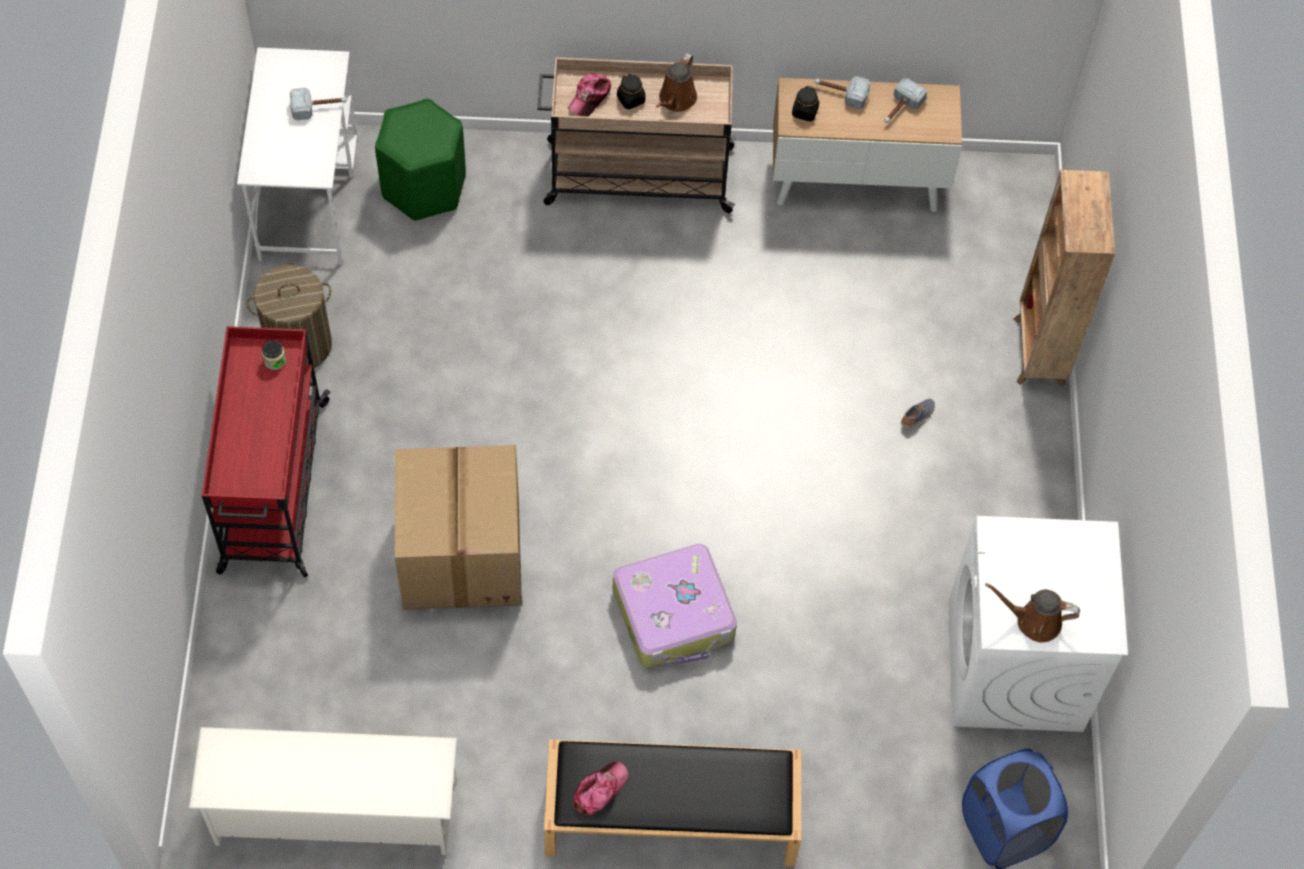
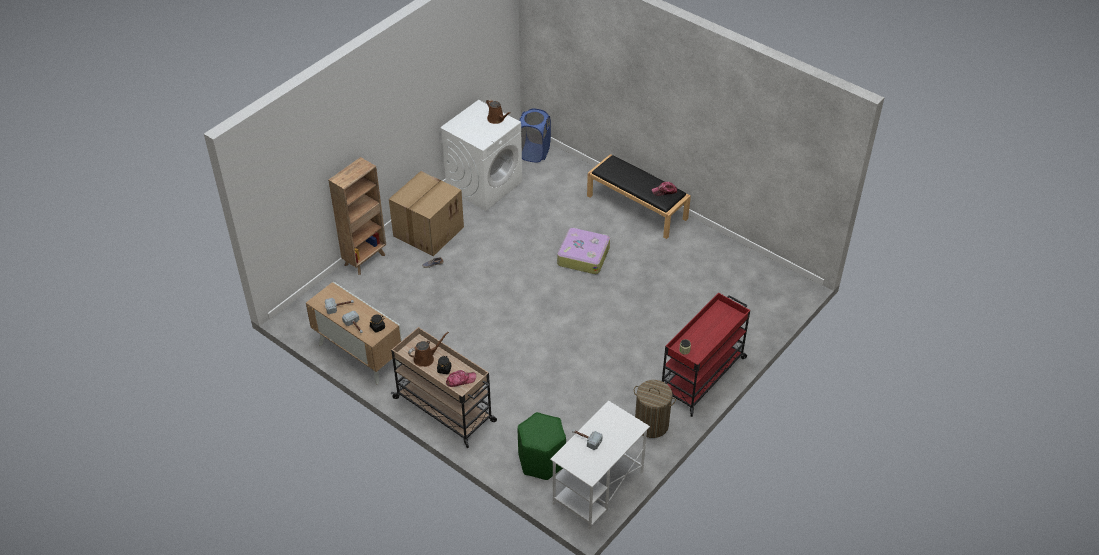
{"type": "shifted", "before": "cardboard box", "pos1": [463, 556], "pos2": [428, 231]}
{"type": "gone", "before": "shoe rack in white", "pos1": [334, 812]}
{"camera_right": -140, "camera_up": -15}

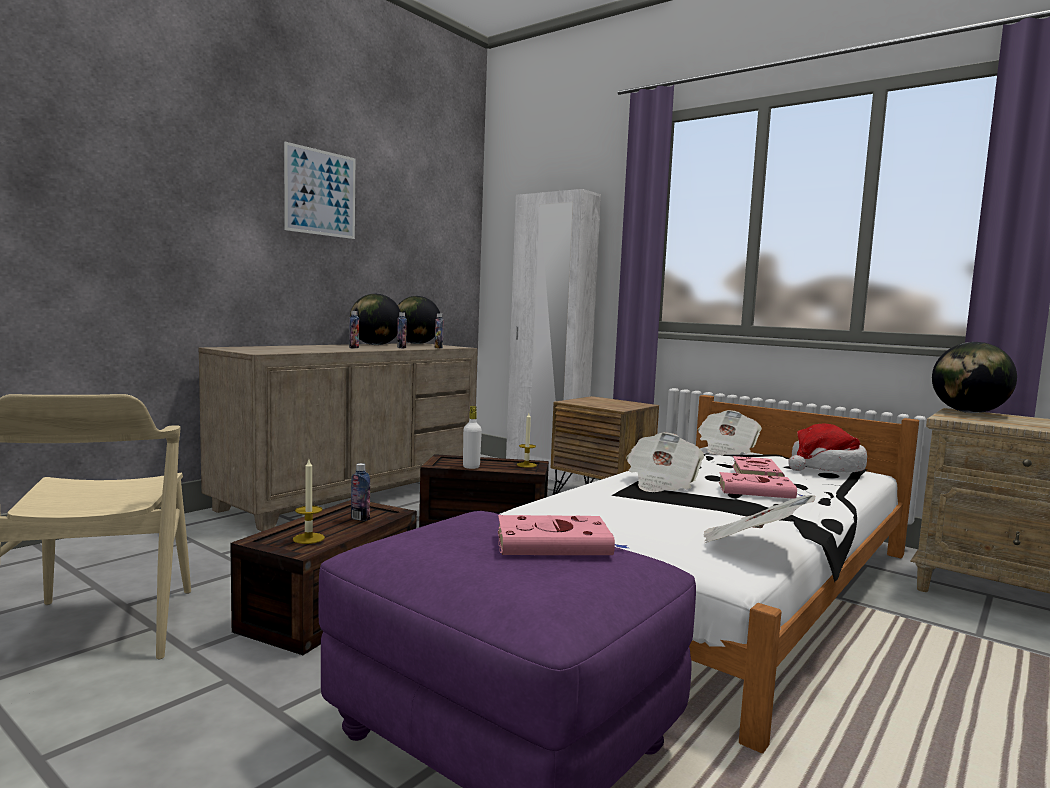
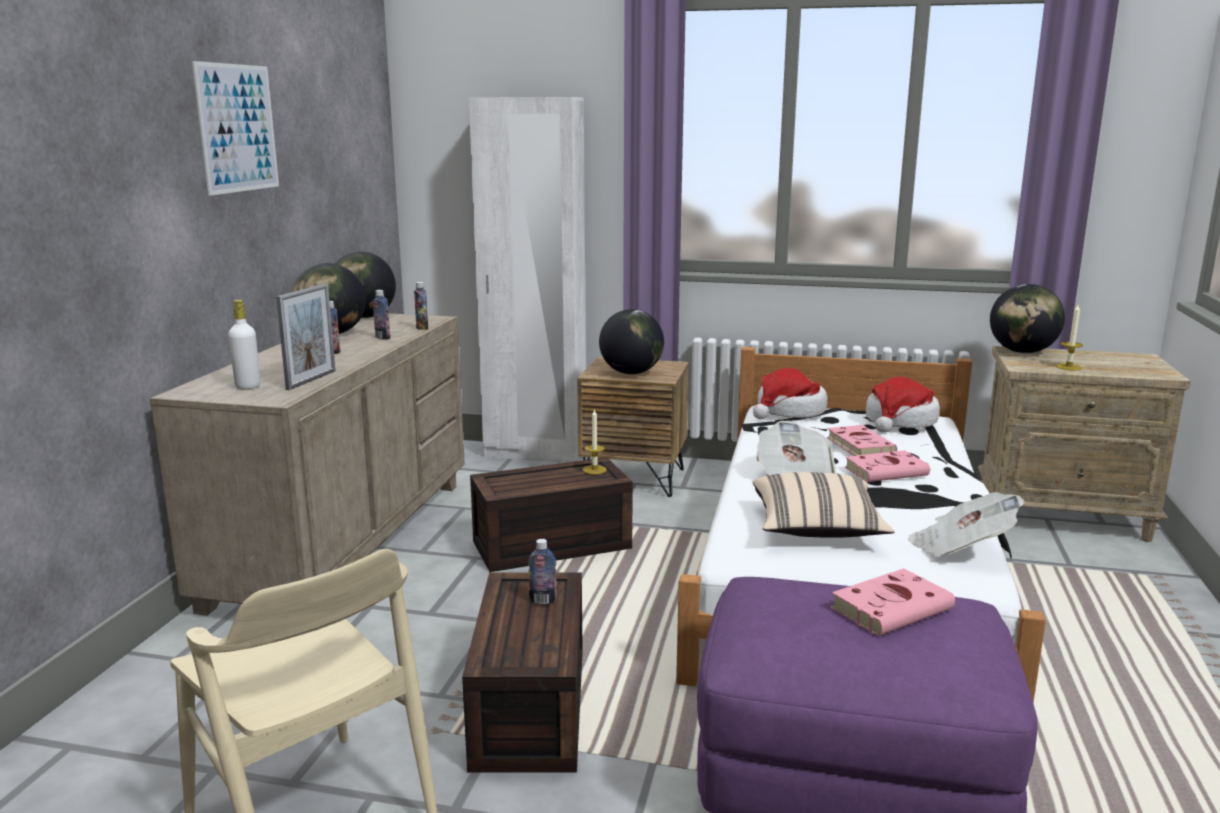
{"type": "shifted", "before": "bottle in white", "pos1": [471, 467], "pos2": [248, 386]}
{"type": "new", "after": "picture frame", "pos2": [311, 380]}
{"type": "new", "after": "globe", "pos2": [631, 373]}
{"type": "new", "after": "pillow in beige", "pos2": [816, 529]}
{"type": "swapped", "before": "newspaper", "after": "hat", "pos1": [726, 450], "pos2": [789, 411]}
{"type": "shifted", "before": "candle", "pos1": [308, 538], "pos2": [1068, 367]}
{"camera_right": -25, "camera_up": 10}

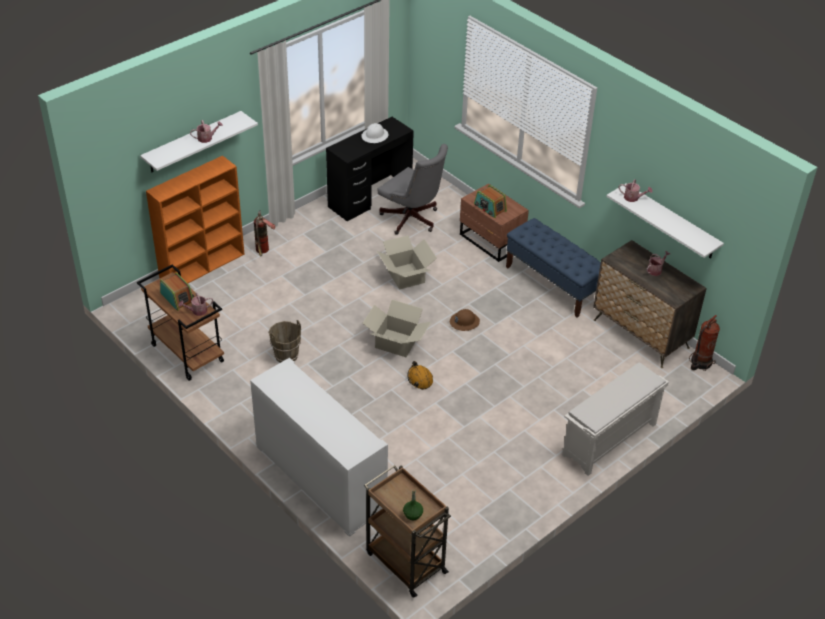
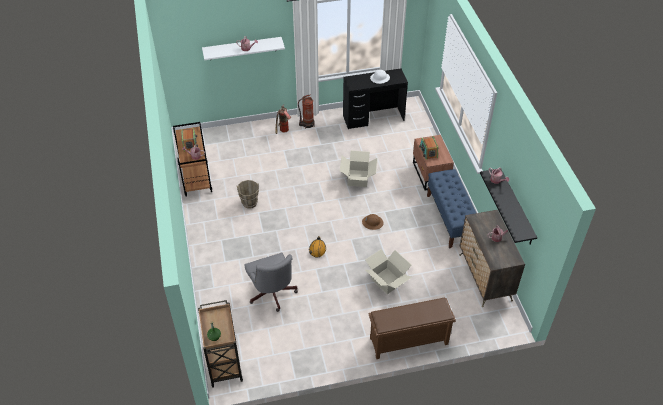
{"type": "shifted", "before": "office chair in grey", "pos1": [412, 220], "pos2": [272, 295]}
{"type": "shifted", "before": "fire extinguisher", "pos1": [700, 363], "pos2": [307, 124]}
{"type": "shifted", "before": "cardboard box", "pos1": [396, 343], "pos2": [386, 281]}
{"type": "repainted", "before": "shoe rack in white", "after": "shoe rack in brown", "pos1": [609, 440], "pos2": [408, 341]}
{"type": "repainted", "before": "shelf in white", "after": "shelf in black", "pos1": [671, 222], "pos2": [516, 207]}
{"type": "gone", "before": "bookcase in orange", "pos1": [203, 266]}
{"type": "gone", "before": "cabinet in white", "pos1": [320, 478]}
{"camera_right": 30, "camera_up": 5}

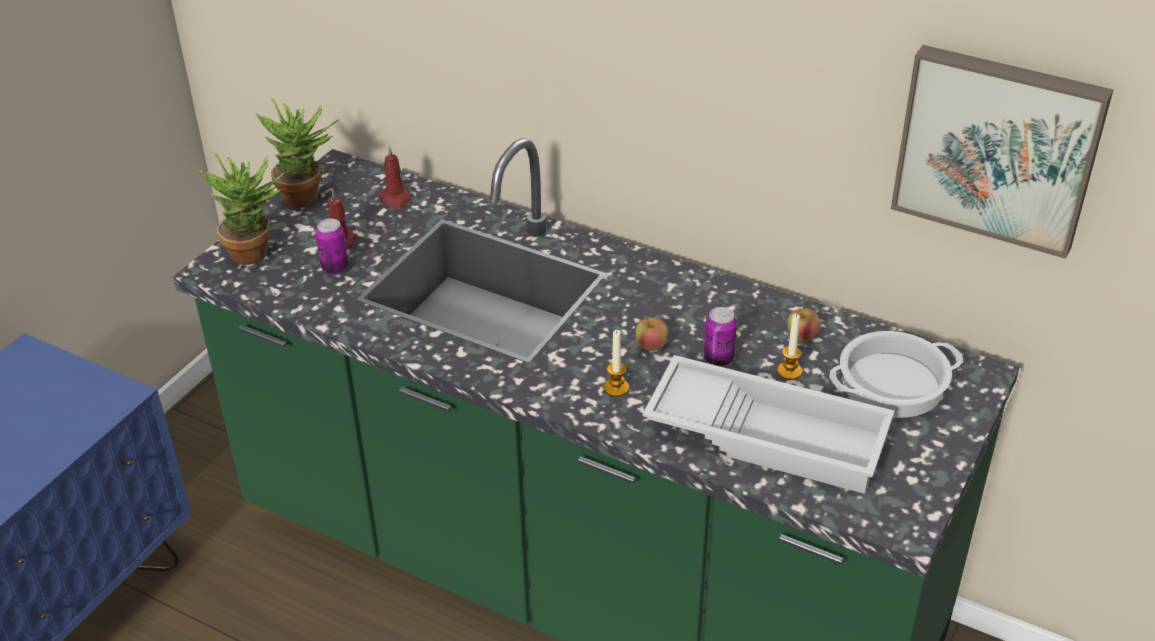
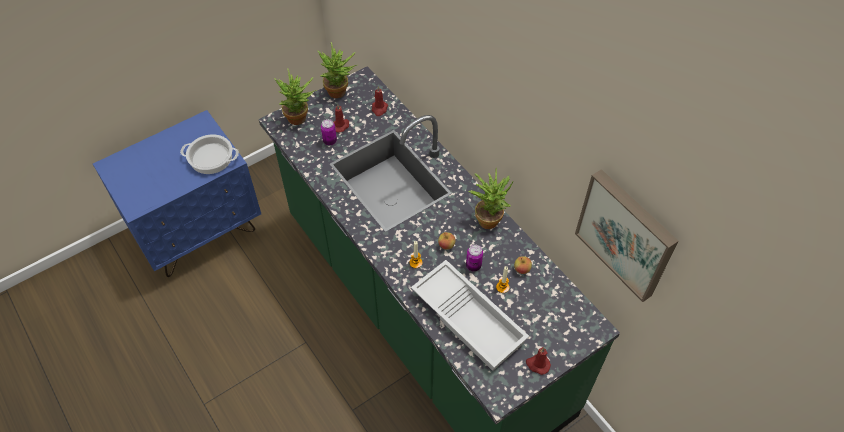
{"type": "shifted", "before": "cooking pot", "pos1": [892, 385], "pos2": [210, 158]}
{"type": "new", "after": "potted plant", "pos2": [489, 217]}
{"type": "new", "after": "candle in red", "pos2": [537, 364]}
{"camera_right": 25, "camera_up": 15}

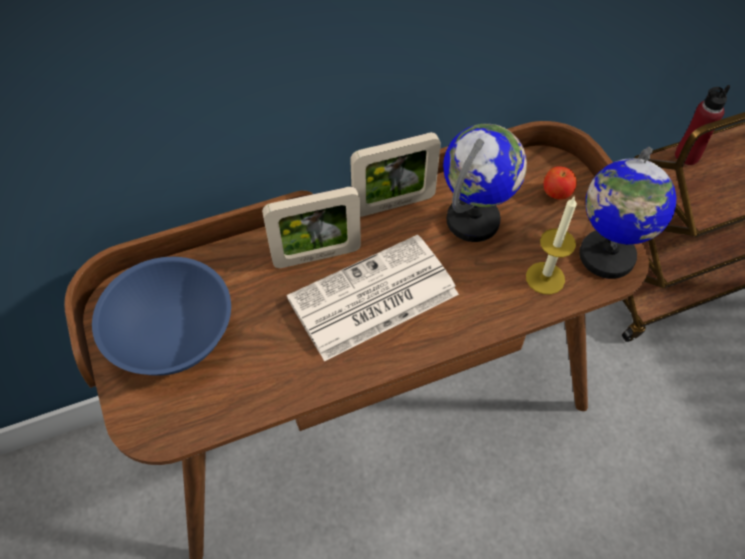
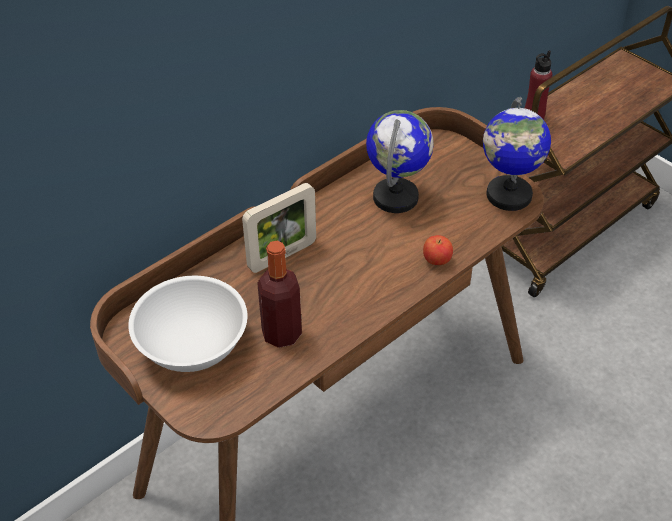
{"type": "repainted", "before": "bowl in blue", "after": "bowl in white", "pos1": [173, 336], "pos2": [192, 345]}
{"type": "new", "after": "bottle", "pos2": [282, 334]}
{"type": "shifted", "before": "apple", "pos1": [556, 194], "pos2": [437, 261]}
{"type": "gone", "before": "newspaper", "pos1": [371, 299]}
{"type": "gone", "before": "picture frame", "pos1": [393, 204]}
{"type": "gone", "before": "candle", "pos1": [545, 278]}
{"camera_right": -20, "camera_up": -10}

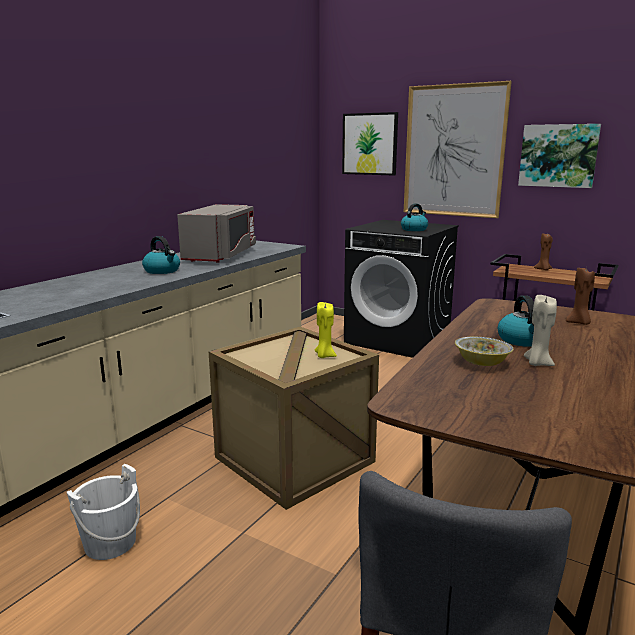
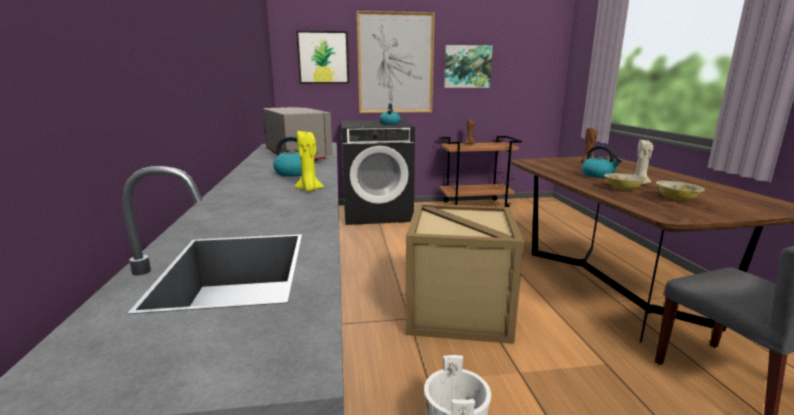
{"type": "shifted", "before": "candle in yellow", "pos1": [324, 356], "pos2": [309, 189]}
{"type": "new", "after": "bowl", "pos2": [676, 199]}
{"camera_right": -40, "camera_up": 0}

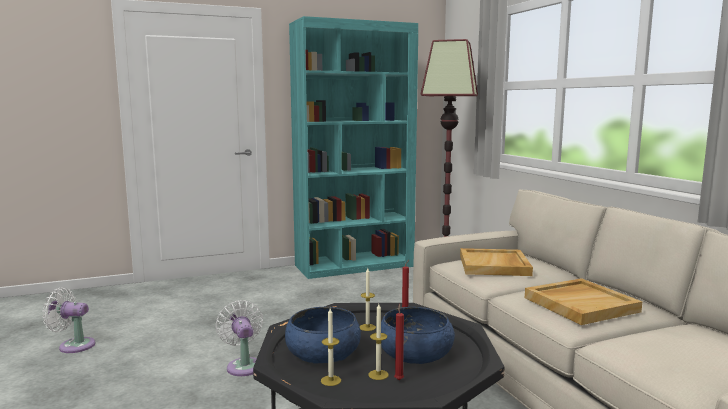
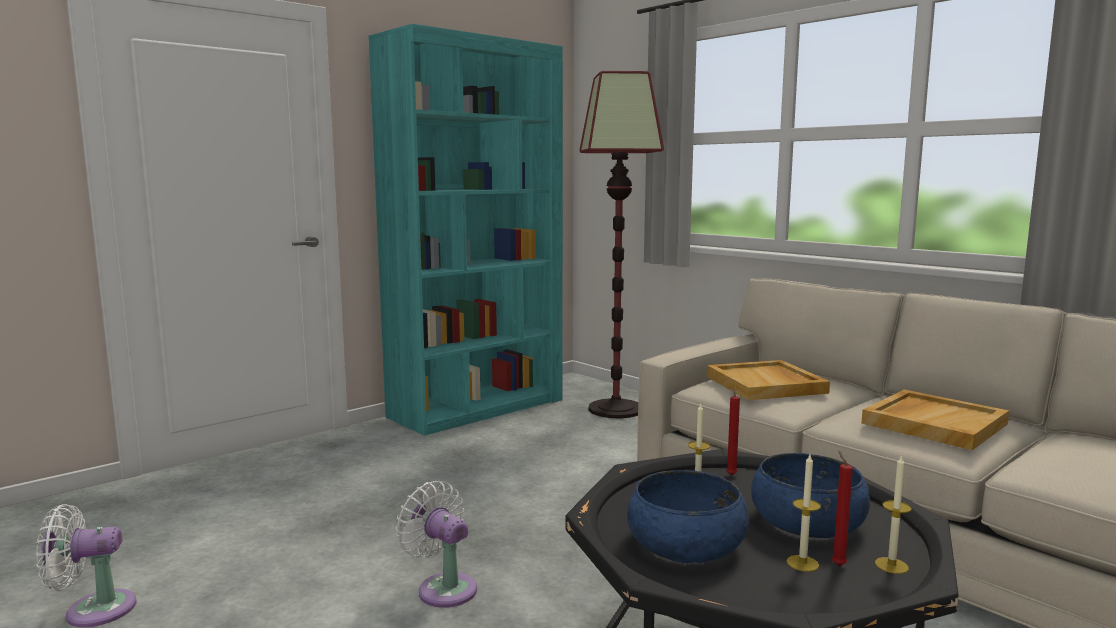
{"type": "shifted", "before": "candle", "pos1": [331, 380], "pos2": [891, 565]}
{"camera_right": -20, "camera_up": 0}

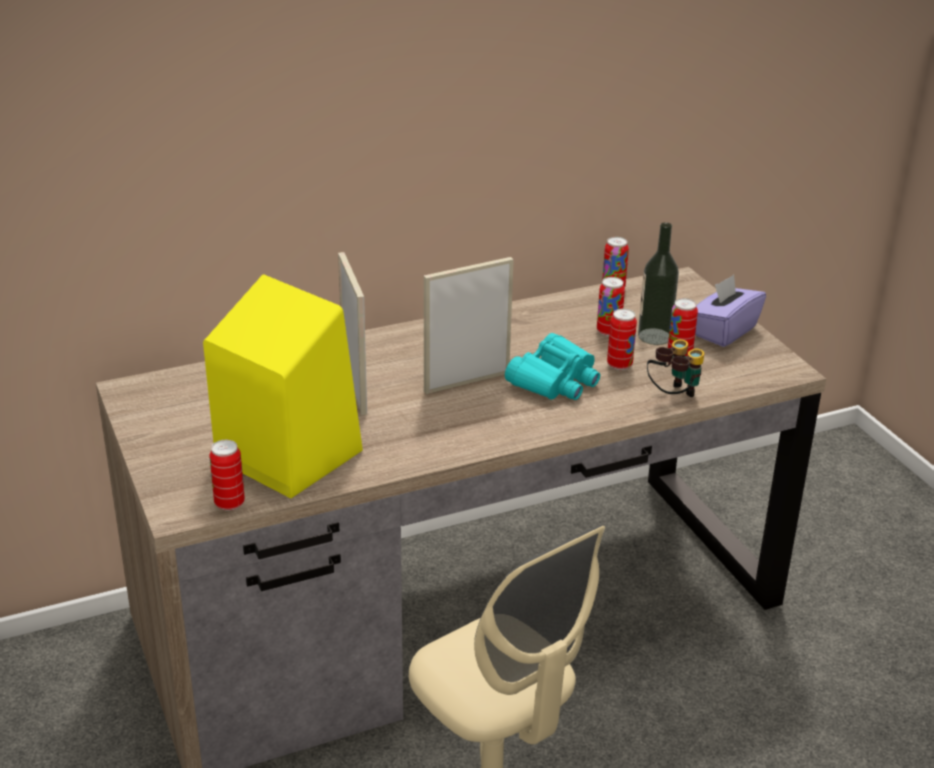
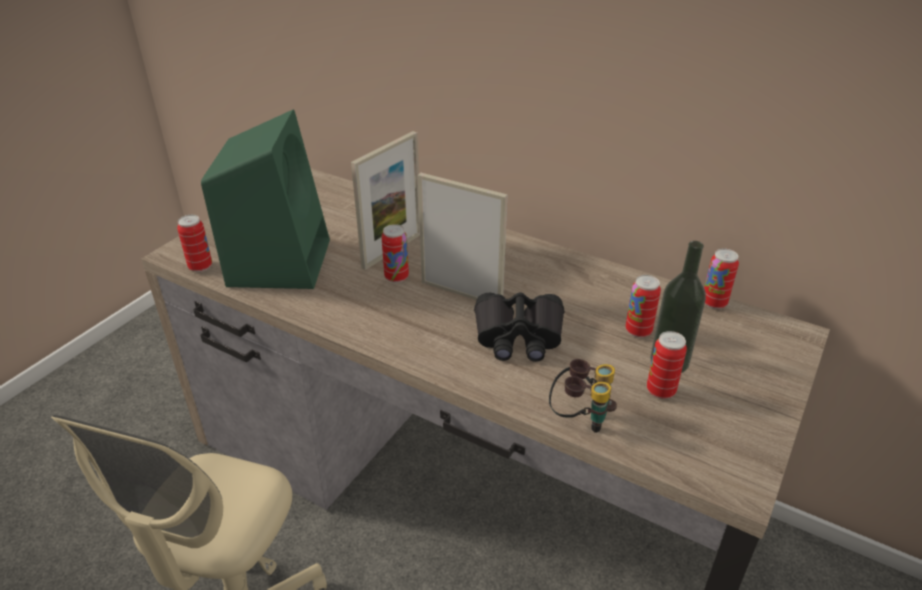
{"type": "repainted", "before": "speaker in yellow", "after": "speaker in green", "pos1": [285, 454], "pos2": [279, 260]}
{"type": "shifted", "before": "can", "pos1": [619, 365], "pos2": [396, 277]}
{"type": "repainted", "before": "binoculars in turquoise", "after": "binoculars in black", "pos1": [555, 380], "pos2": [518, 336]}
{"type": "gone", "before": "tissue box in purple", "pos1": [724, 331]}
{"camera_right": 55, "camera_up": 5}

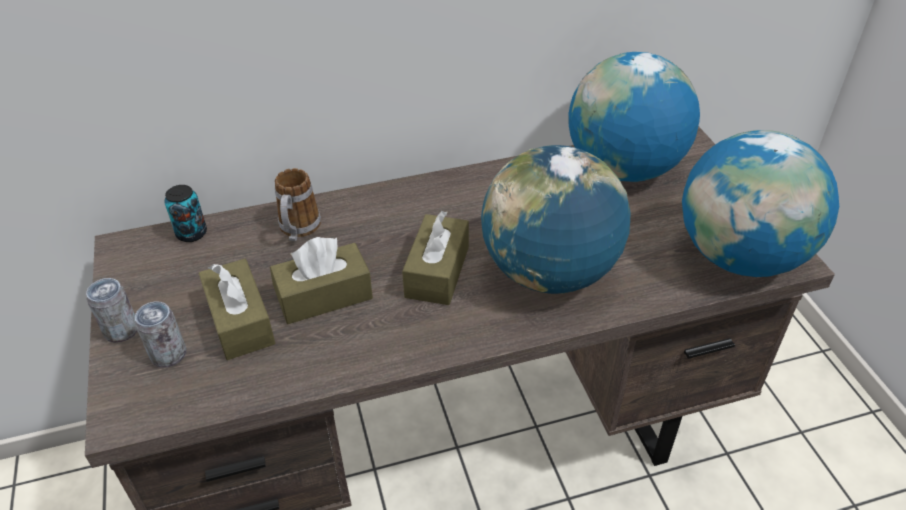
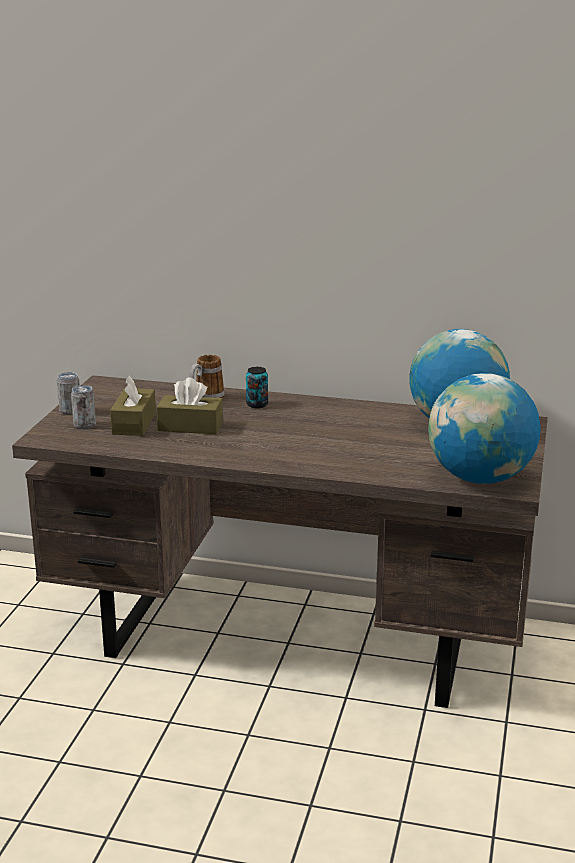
{"type": "shifted", "before": "can", "pos1": [191, 233], "pos2": [257, 404]}
{"type": "gone", "before": "tissue box in brown", "pos1": [437, 272]}
{"type": "gone", "before": "globe", "pos1": [549, 272]}
{"camera_right": 30, "camera_up": -20}

